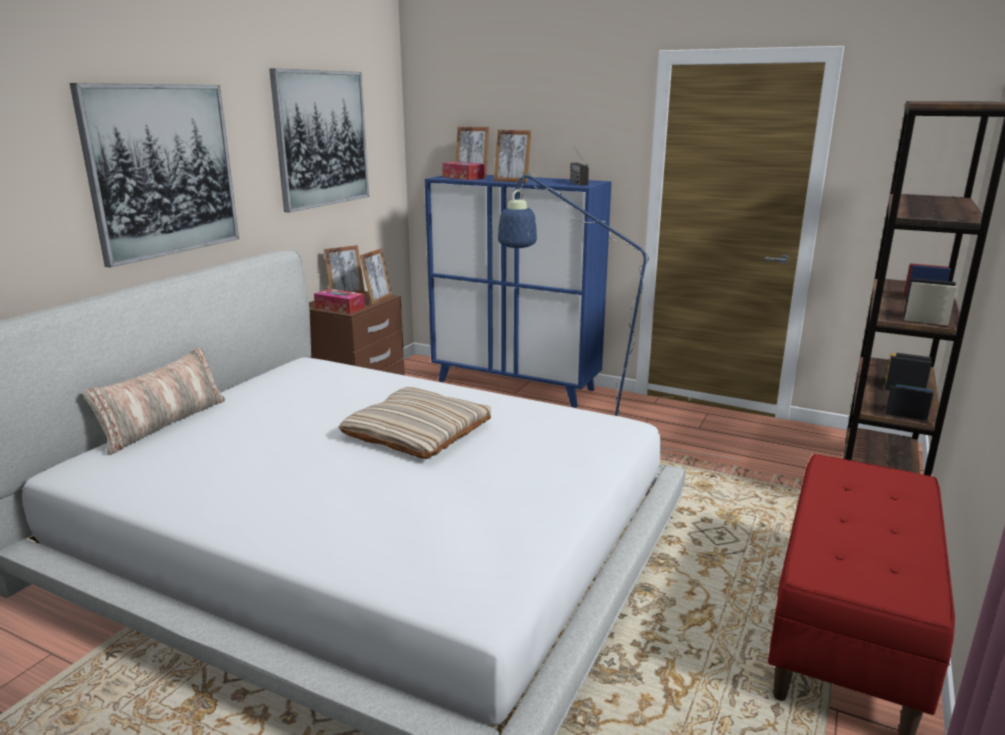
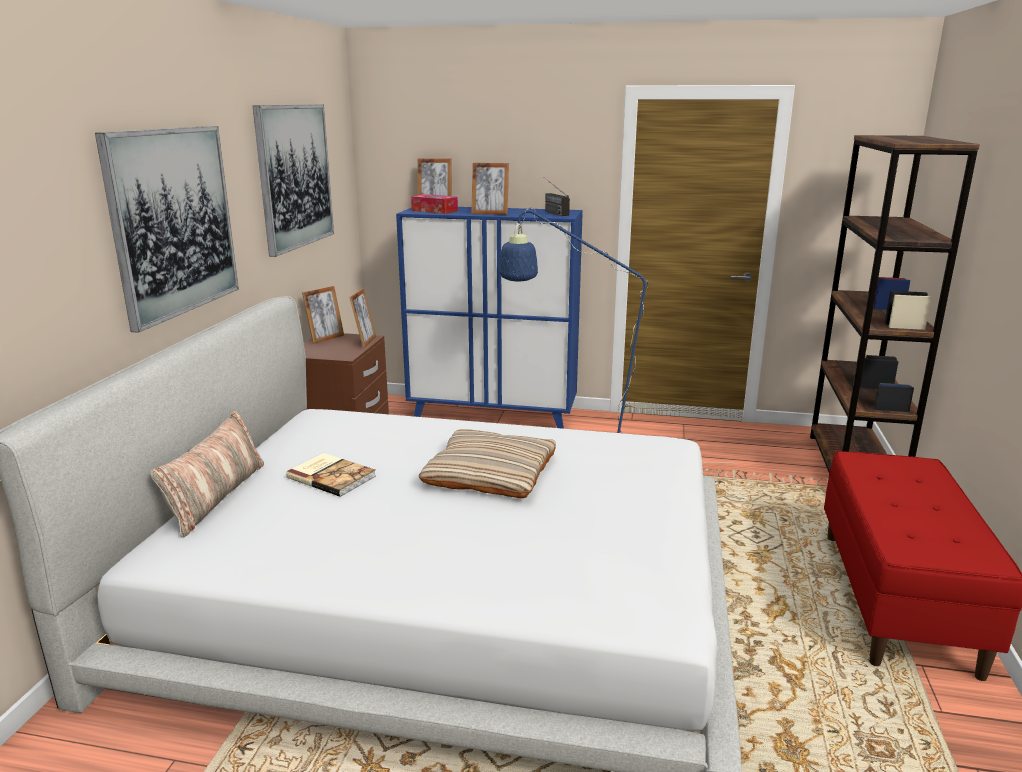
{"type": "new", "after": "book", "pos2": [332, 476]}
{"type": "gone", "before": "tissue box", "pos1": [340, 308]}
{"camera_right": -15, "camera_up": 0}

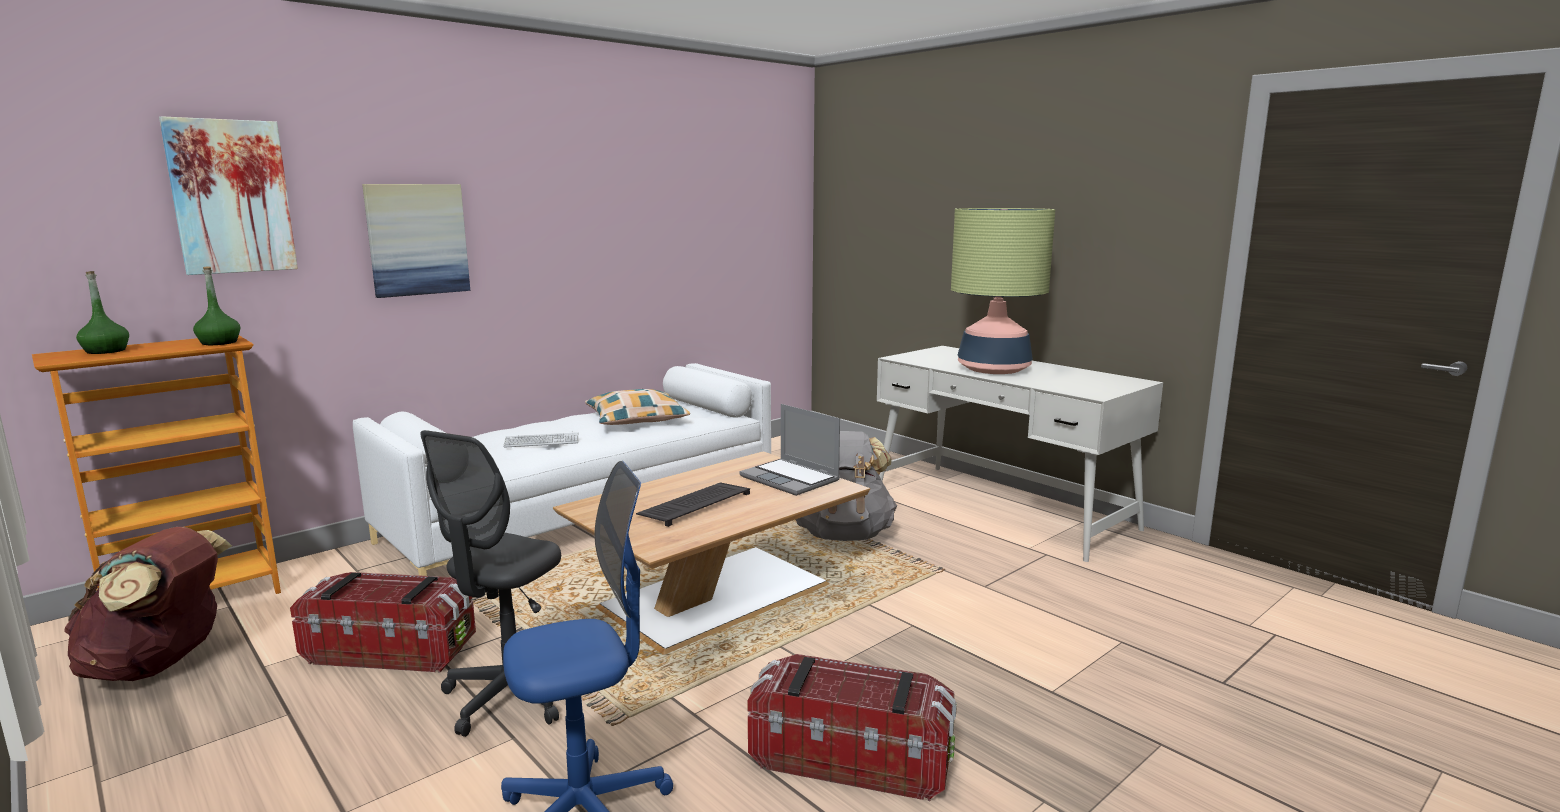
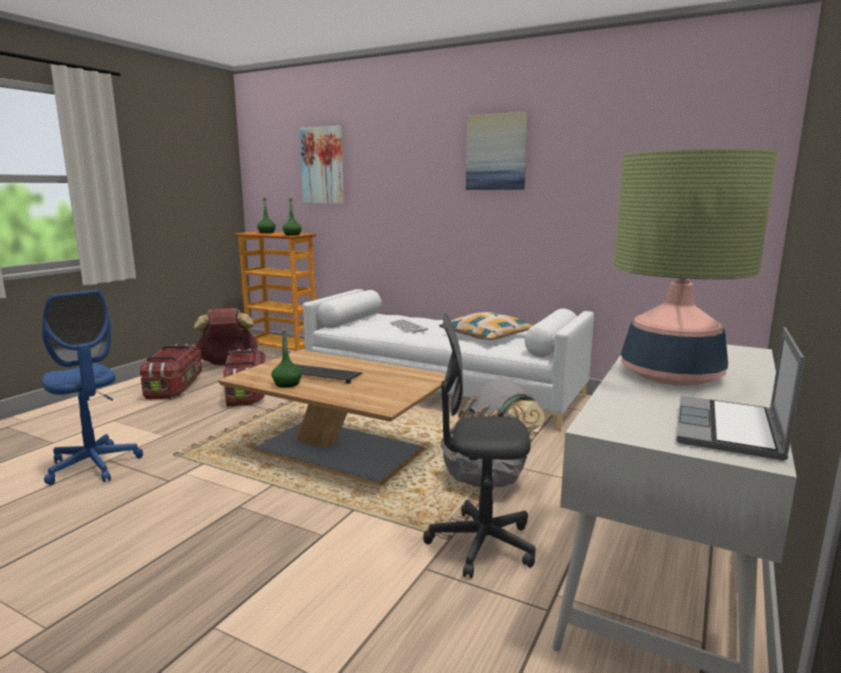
{"type": "shifted", "before": "storage box", "pos1": [850, 758], "pos2": [175, 387]}
{"type": "new", "after": "bottle in green", "pos2": [287, 384]}
{"type": "shifted", "before": "office chair in grey", "pos1": [511, 696], "pos2": [481, 544]}
{"type": "shifted", "before": "picture", "pos1": [417, 239], "pos2": [496, 152]}
{"type": "shifted", "before": "laptop", "pos1": [791, 479], "pos2": [730, 430]}
{"camera_right": 70, "camera_up": 0}

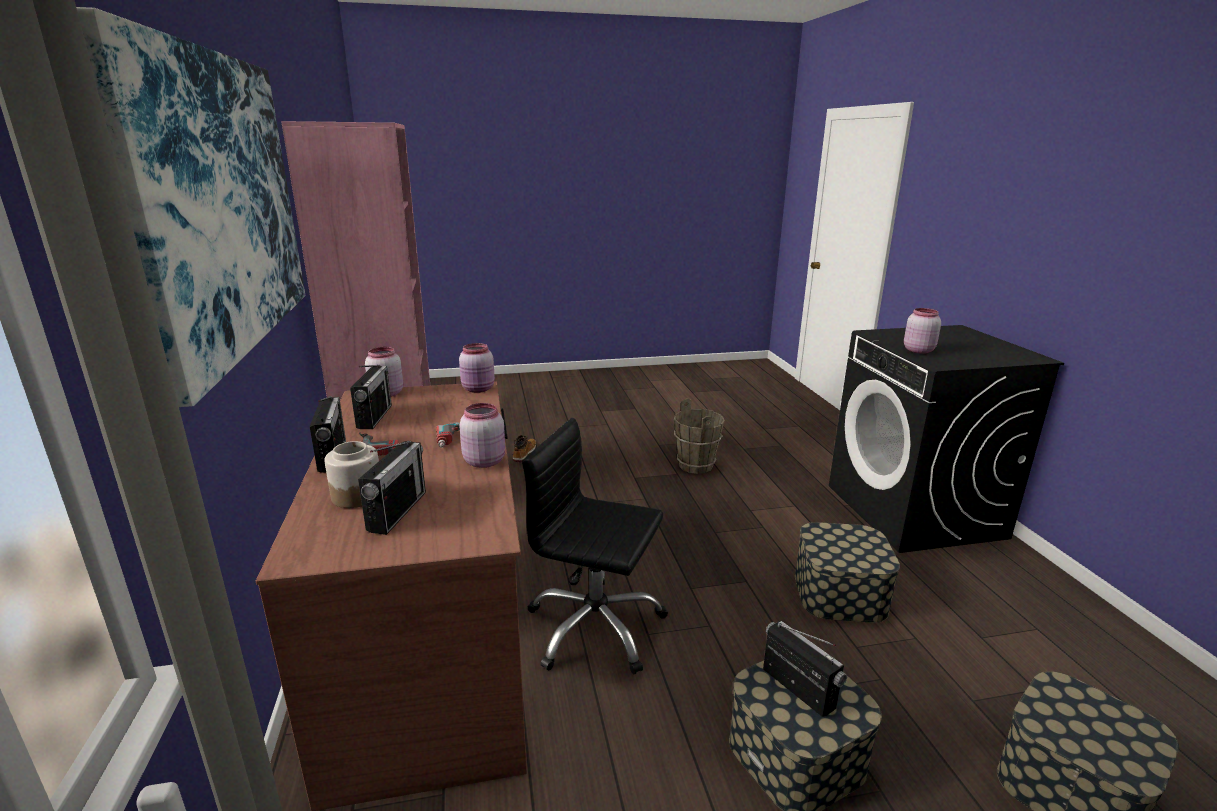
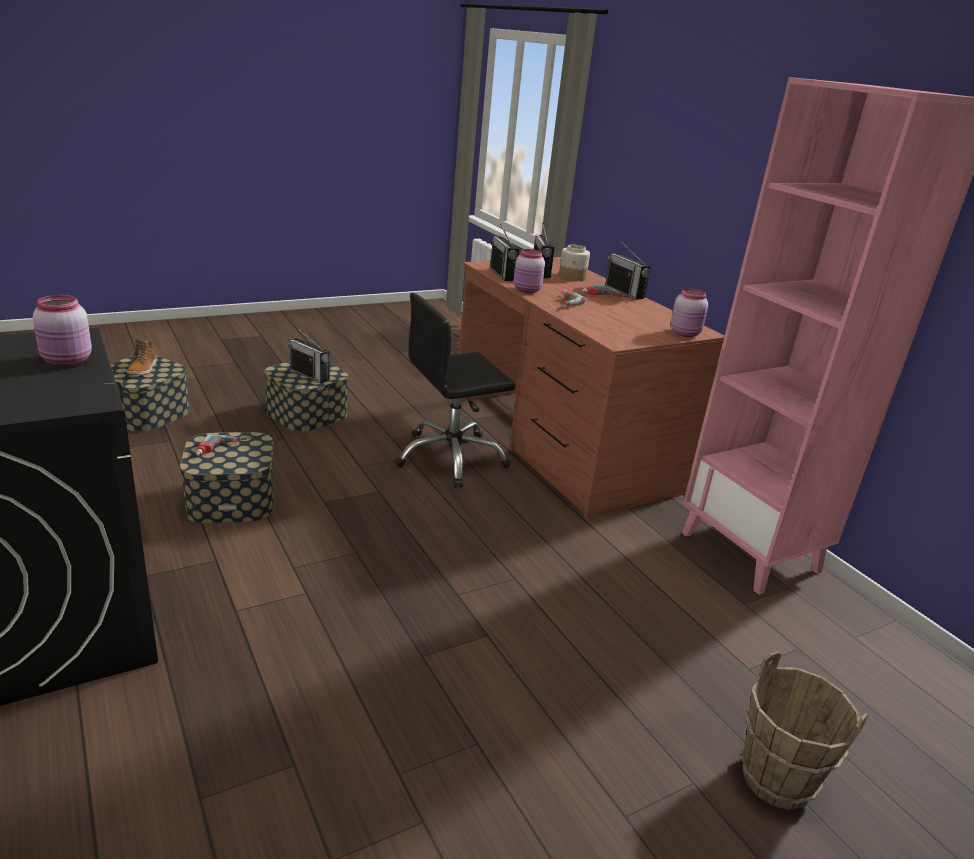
{"type": "shifted", "before": "boot", "pos1": [524, 453], "pos2": [143, 368]}
{"type": "new", "after": "power drill", "pos2": [223, 449]}
{"type": "rotated", "before": "office chair in black", "pos1": [595, 627], "pos2": [451, 458], "turn": 150}
{"type": "shifted", "before": "radio", "pos1": [374, 417], "pos2": [502, 274]}
{"type": "shifted", "before": "bucket in brown", "pos1": [696, 465], "pos2": [776, 780]}
{"type": "gone", "before": "picture", "pos1": [222, 204]}
{"type": "gone", "before": "jar in pink", "pos1": [479, 389]}
{"camera_right": 160, "camera_up": 5}

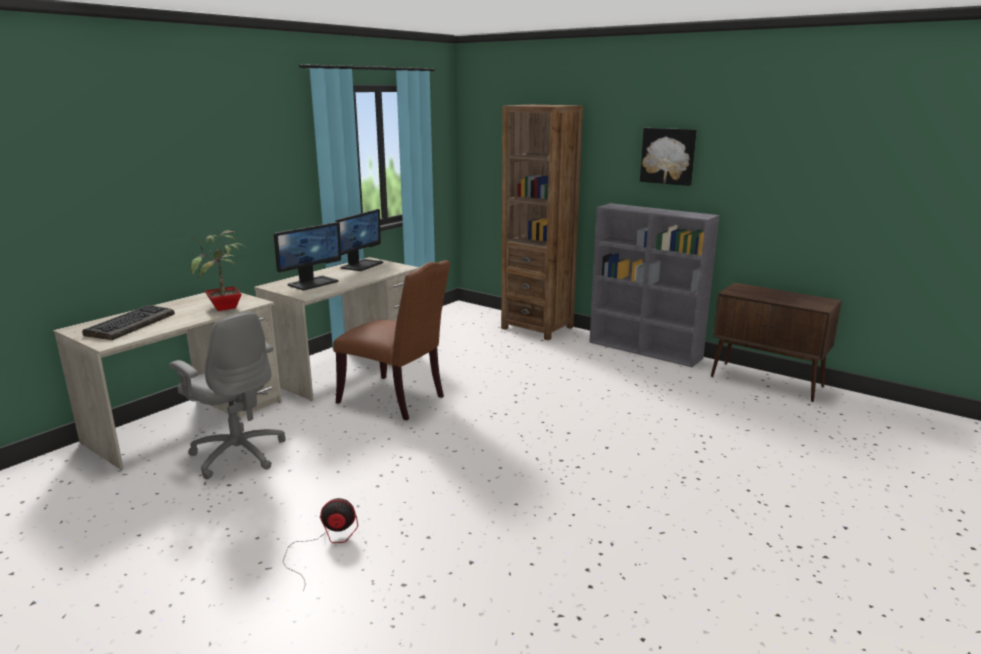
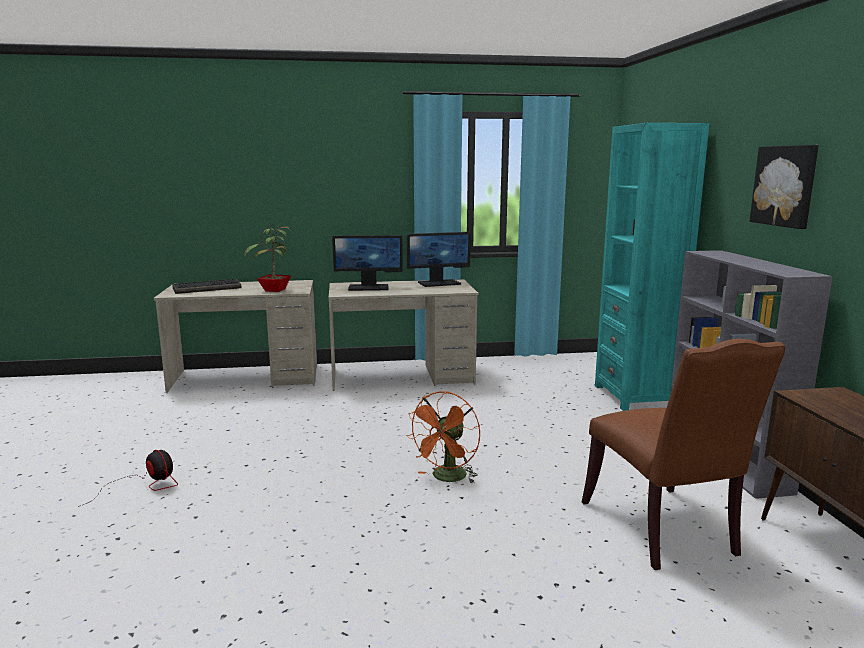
{"type": "new", "after": "fan in orange", "pos2": [447, 478]}
{"type": "shifted", "before": "chair in brown", "pos1": [396, 400], "pos2": [664, 530]}
{"type": "repainted", "before": "bookcase in brown", "after": "bookcase in turquoise", "pos1": [537, 328], "pos2": [635, 396]}
{"type": "gone", "before": "office chair in grey", "pos1": [238, 454]}
{"camera_right": 45, "camera_up": -5}

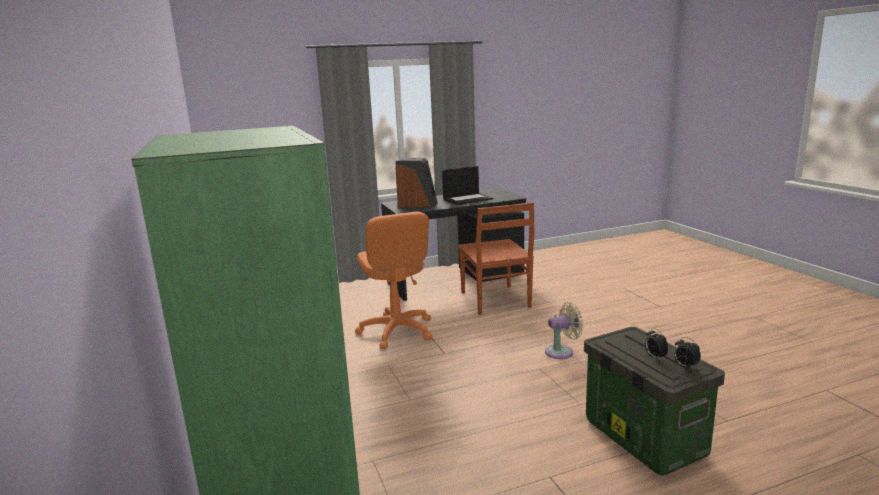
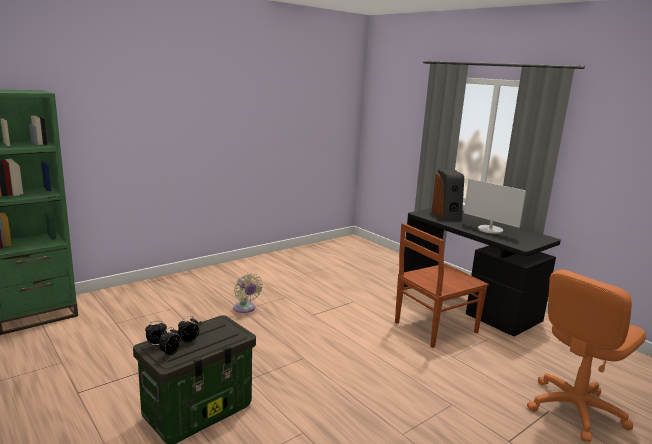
{"type": "new", "after": "alarm clock", "pos2": [156, 345]}
{"type": "shifted", "before": "fan in beige", "pos1": [562, 352], "pos2": [245, 309]}
{"type": "swapped", "before": "laptop", "after": "monitor", "pos1": [468, 199], "pos2": [490, 230]}
{"type": "shifted", "before": "office chair in orange", "pos1": [396, 331], "pos2": [574, 409]}
{"camera_right": 70, "camera_up": 0}

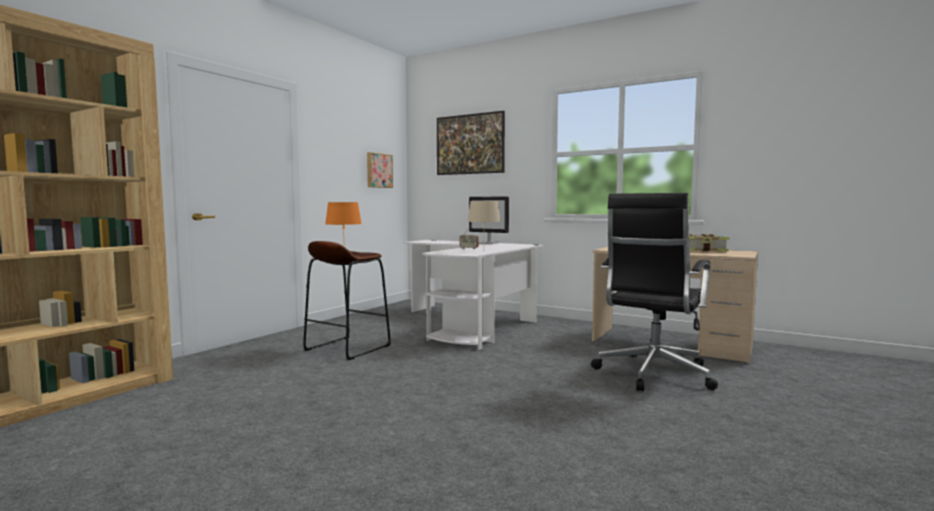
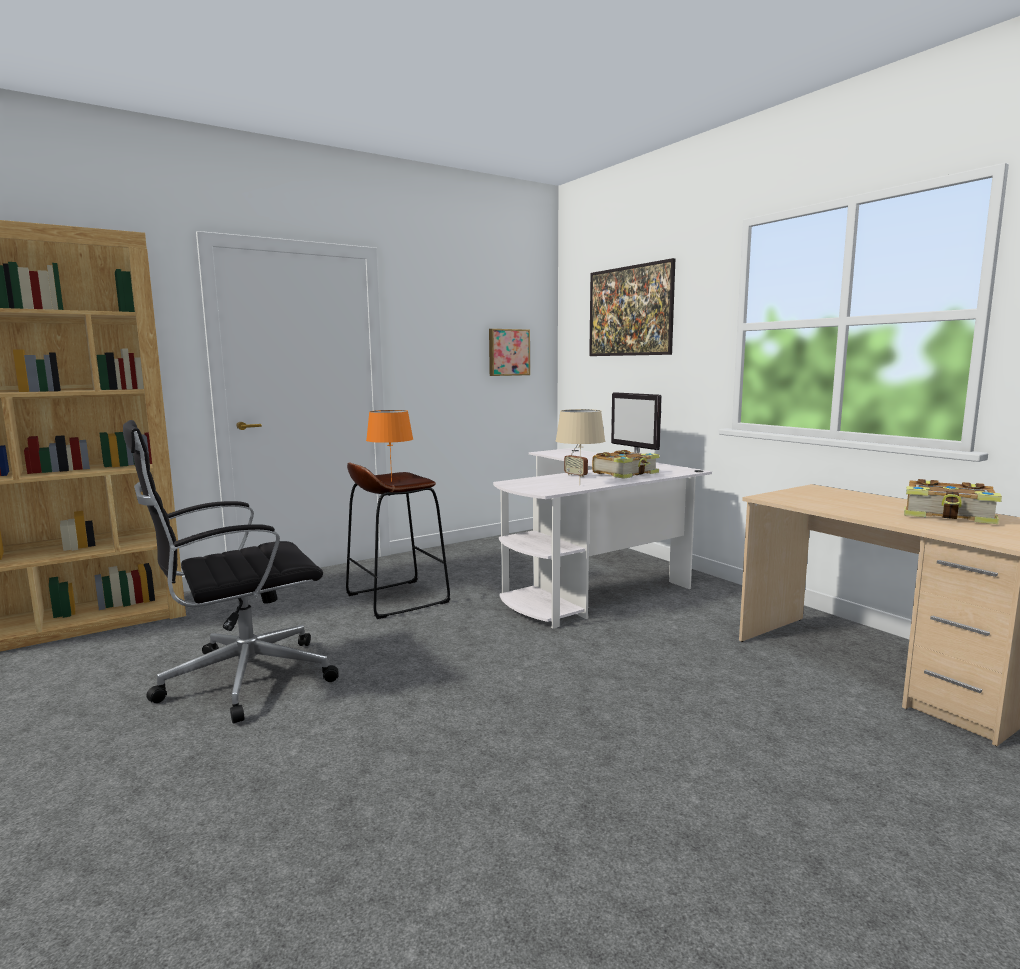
{"type": "shifted", "before": "office chair in black", "pos1": [652, 374], "pos2": [242, 679]}
{"type": "new", "after": "book", "pos2": [626, 473]}
{"camera_right": 25, "camera_up": 5}

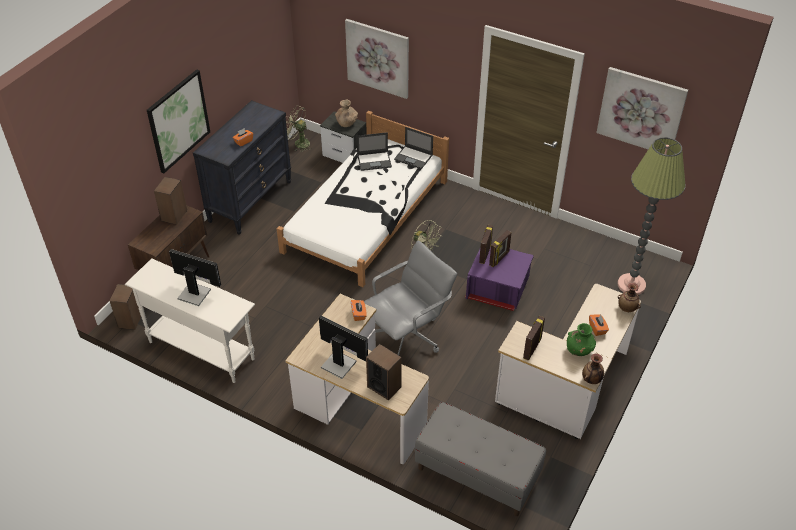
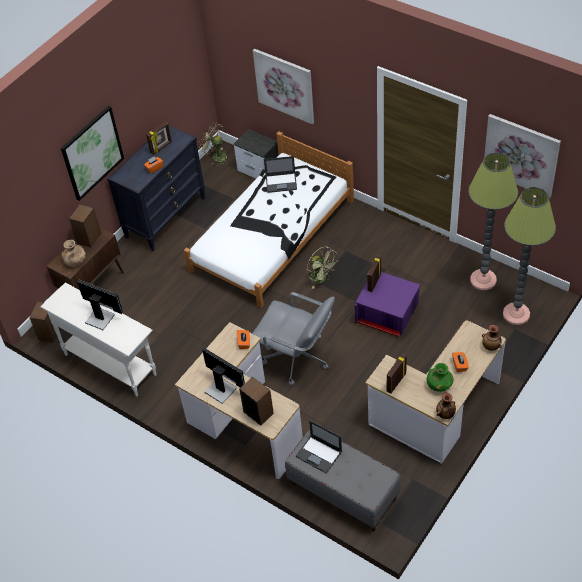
{"type": "shifted", "before": "vase in brown", "pos1": [346, 123], "pos2": [75, 261]}
{"type": "shifted", "before": "picture frame", "pos1": [499, 259], "pos2": [161, 147]}
{"type": "rotated", "before": "office chair in grey", "pos1": [407, 336], "pos2": [297, 358], "turn": 60}
{"type": "shifted", "before": "laptop", "pos1": [414, 157], "pos2": [319, 454]}
{"type": "new", "after": "floor lamp", "pos2": [483, 280]}
{"camera_right": 10, "camera_up": 5}

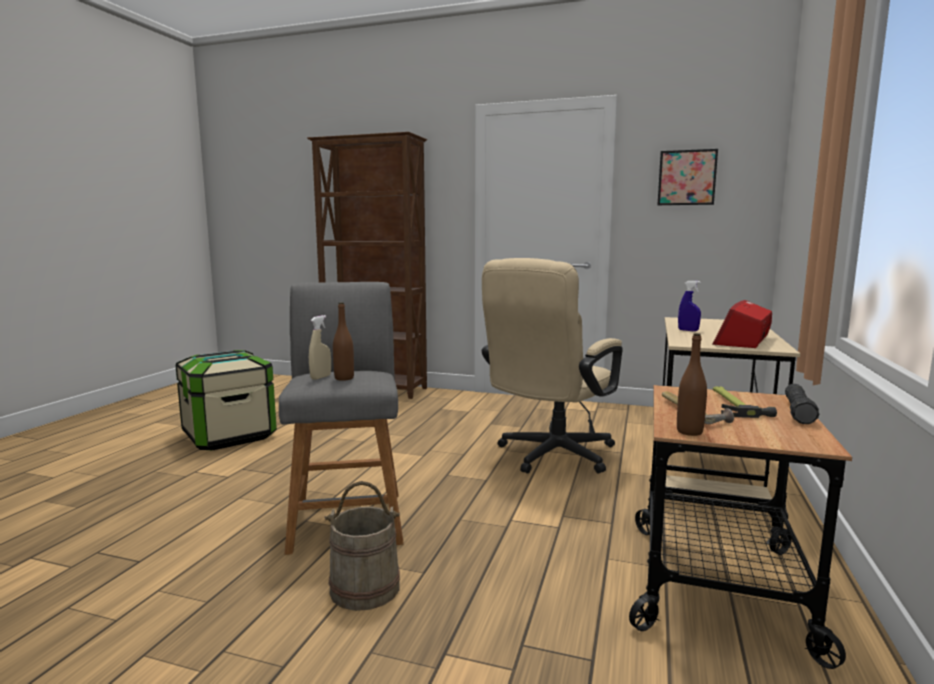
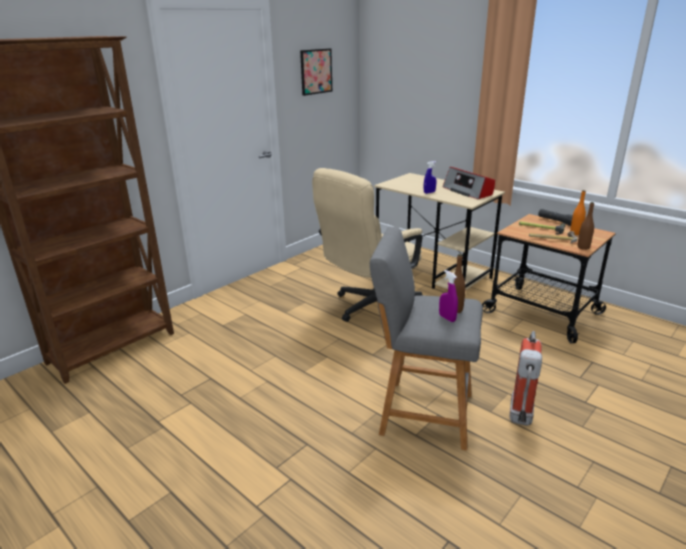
{"type": "rotated", "before": "office chair in beige", "pos1": [550, 457], "pos2": [371, 308], "turn": 75}
{"type": "repainted", "before": "spray bottle in beige", "after": "spray bottle in purple", "pos1": [321, 377], "pos2": [447, 318]}
{"type": "swapped", "before": "bucket in beige", "after": "fire extinguisher", "pos1": [364, 588], "pos2": [520, 419]}
{"type": "new", "after": "bottle in orange", "pos2": [575, 233]}
{"type": "gone", "before": "storage box", "pos1": [229, 436]}
{"camera_right": -65, "camera_up": 15}

